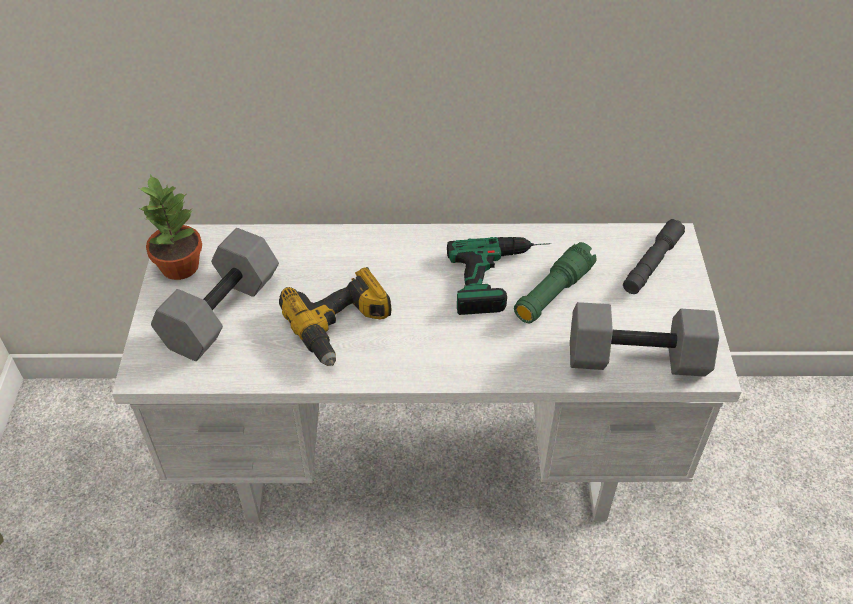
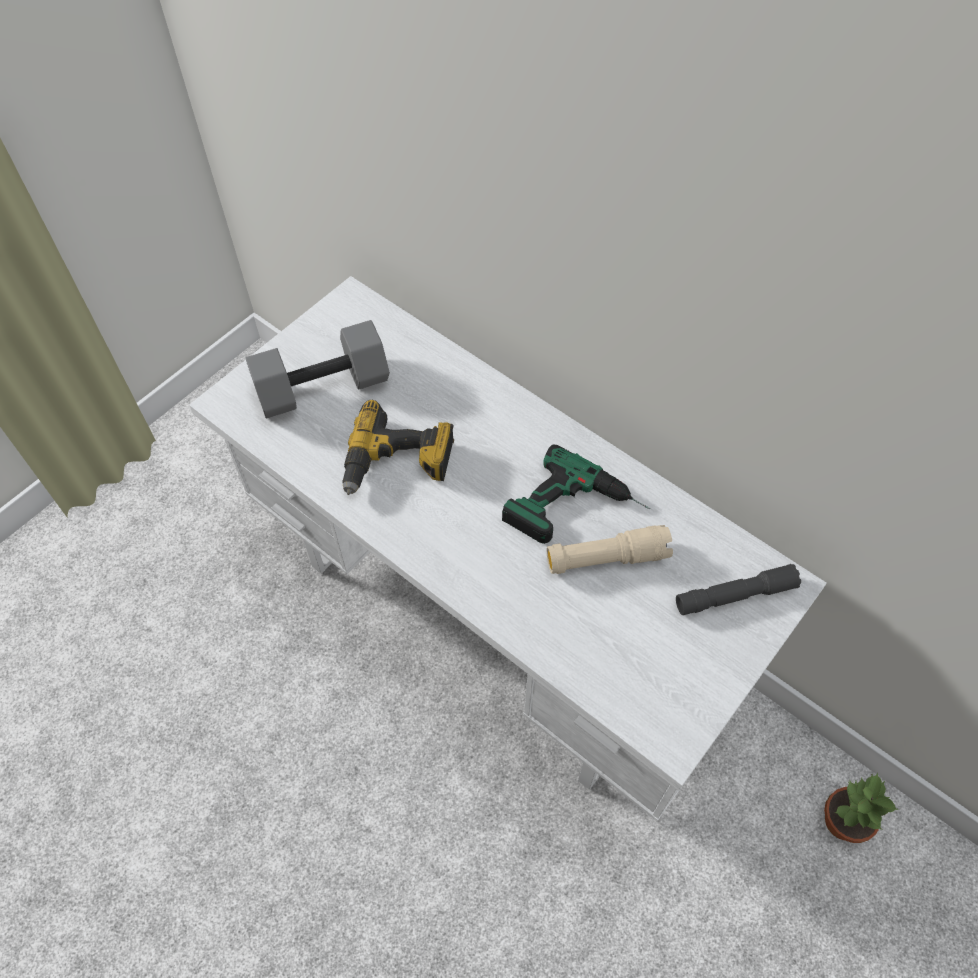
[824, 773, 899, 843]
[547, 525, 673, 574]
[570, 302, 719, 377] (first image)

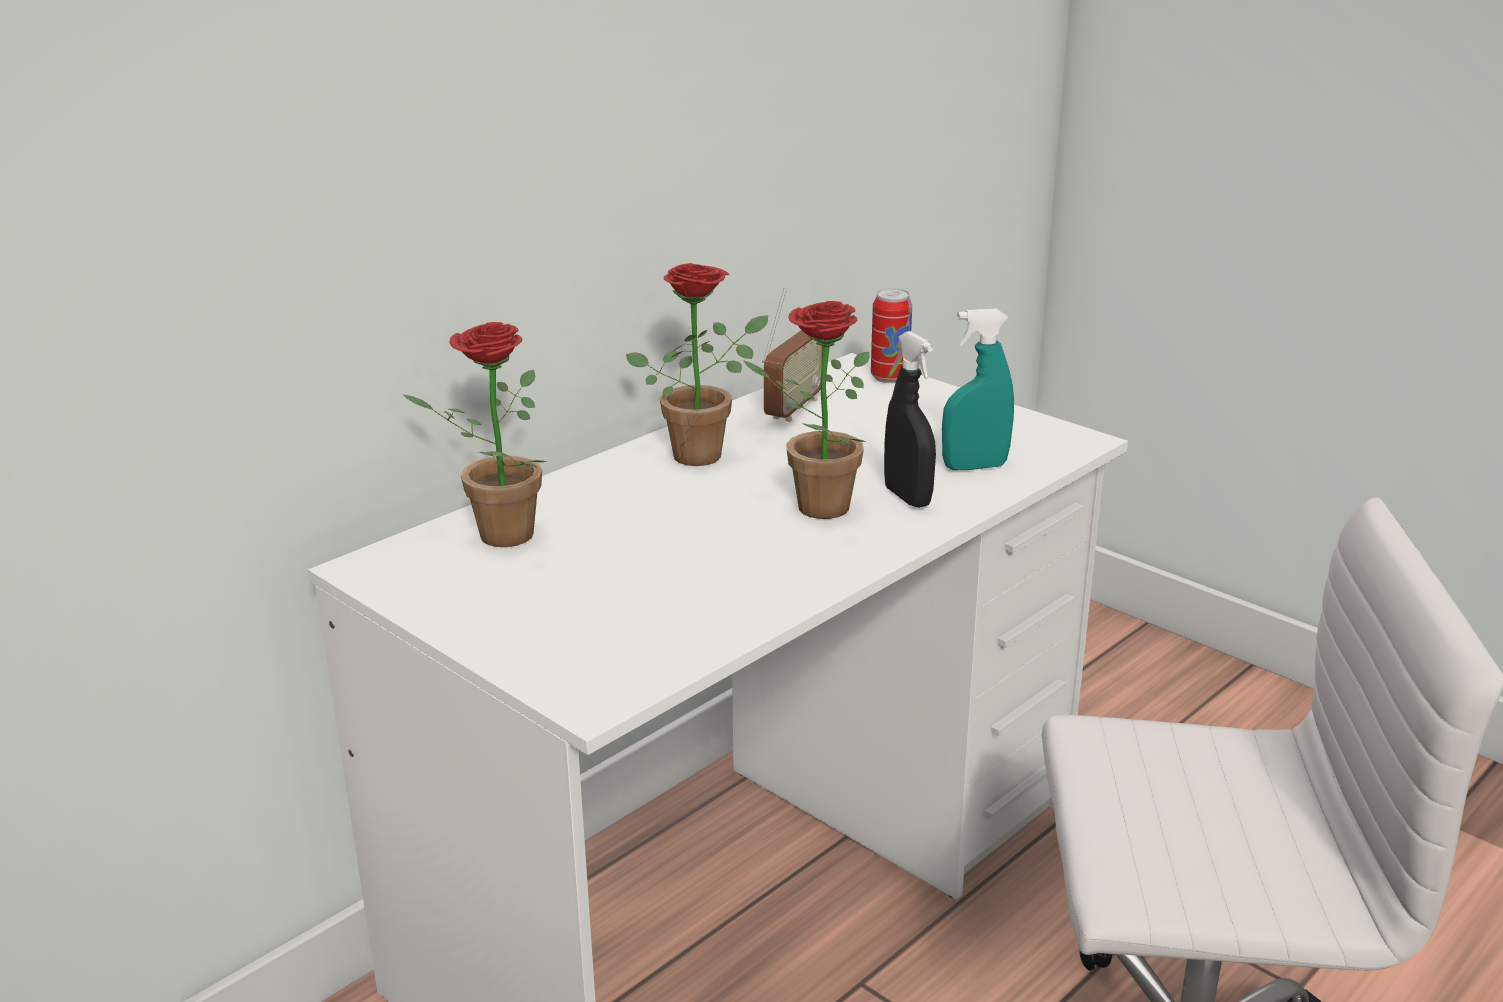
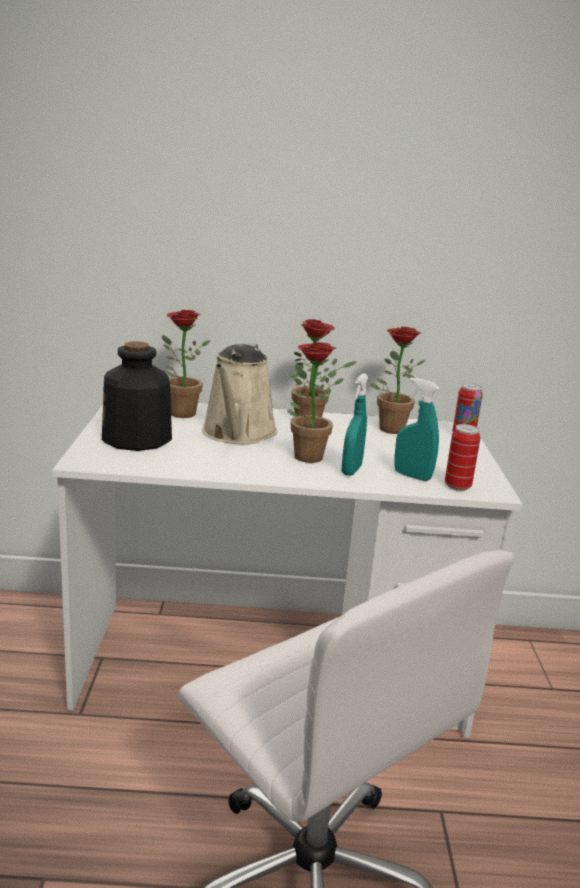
[370, 327, 426, 434]
[342, 373, 368, 476]
[102, 341, 172, 451]
[202, 343, 277, 444]
[445, 424, 480, 491]

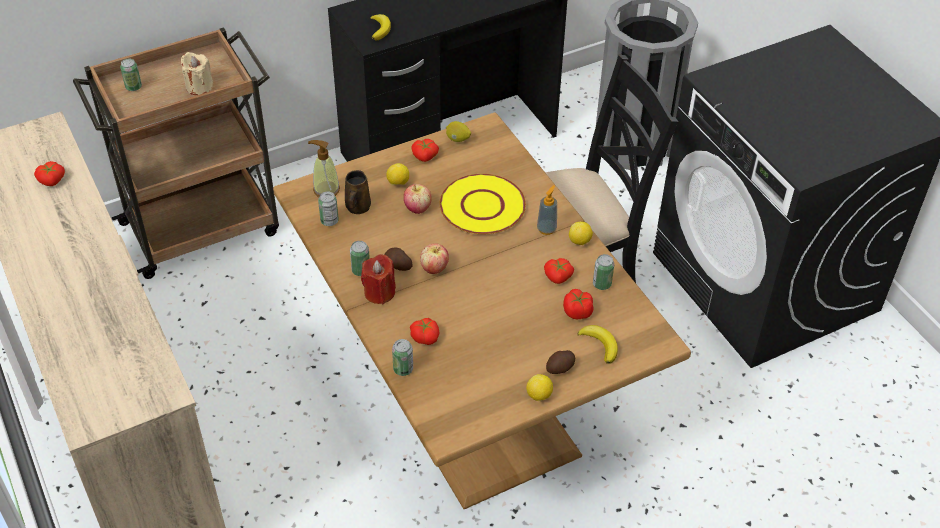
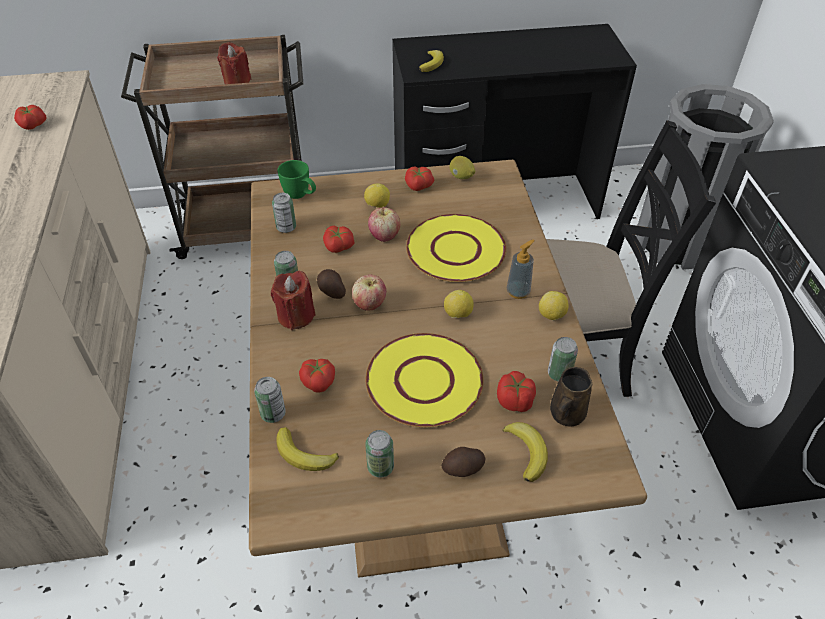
[365, 430, 394, 477]
[217, 42, 251, 84]
[277, 160, 316, 199]
[550, 367, 592, 426]
[444, 290, 474, 318]
[323, 225, 355, 253]
[276, 427, 339, 471]
[366, 333, 484, 427]

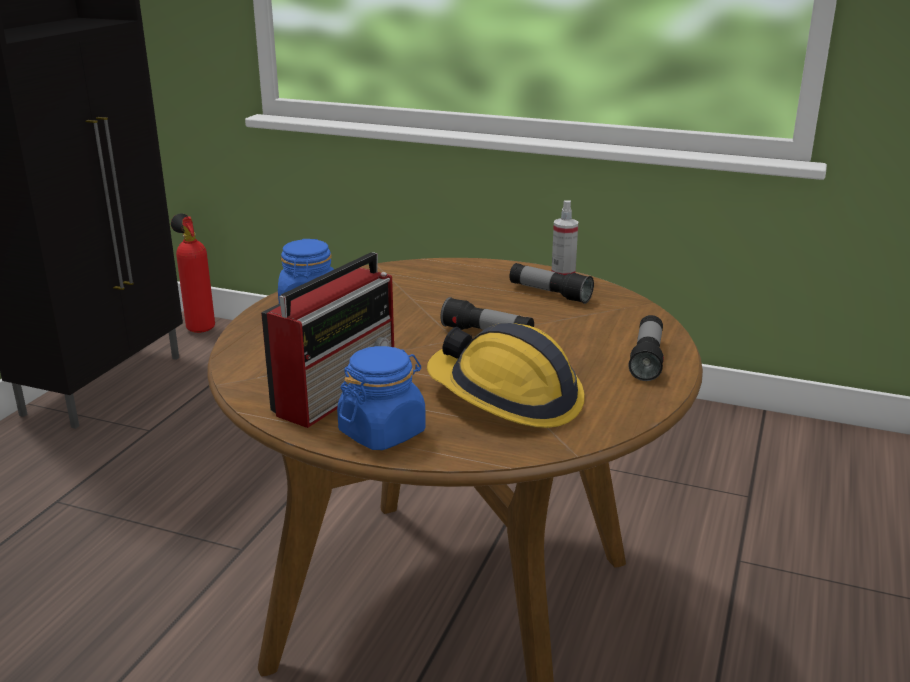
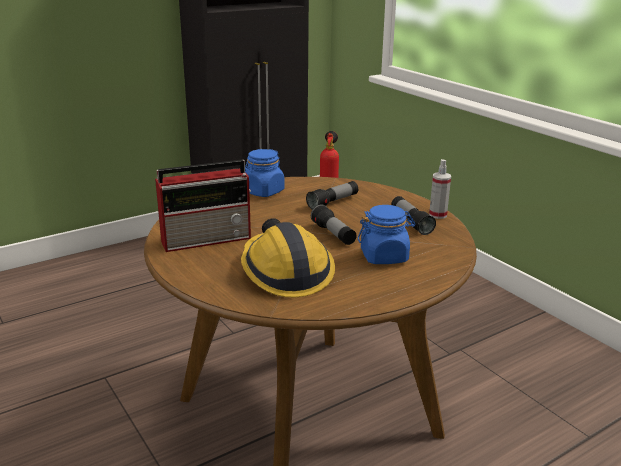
[358, 205, 416, 264]
[306, 181, 358, 210]

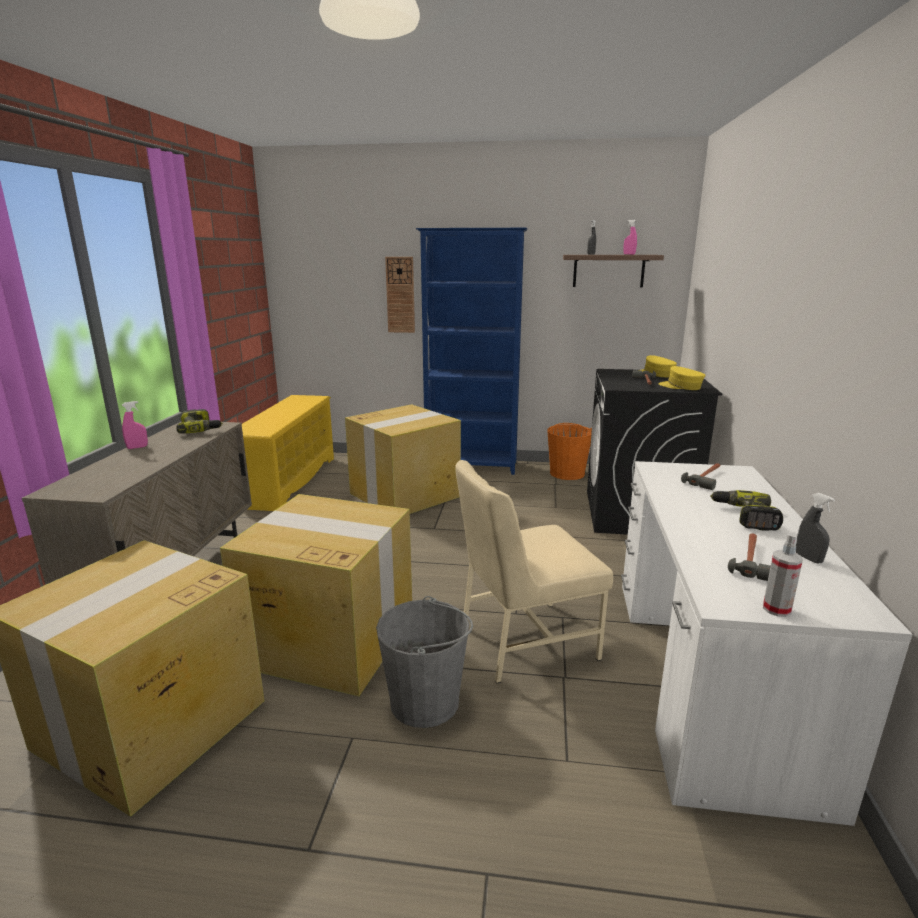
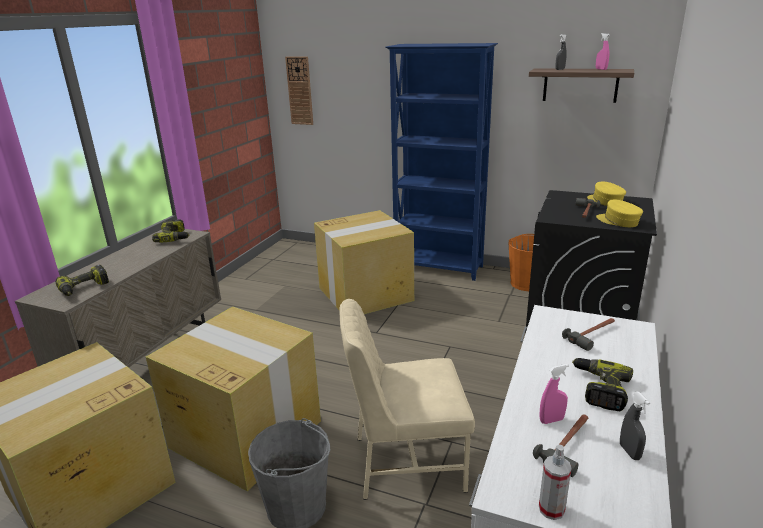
[540, 364, 569, 424]
[242, 395, 334, 511] (first image)
[285, 56, 313, 125]
[55, 265, 109, 296]

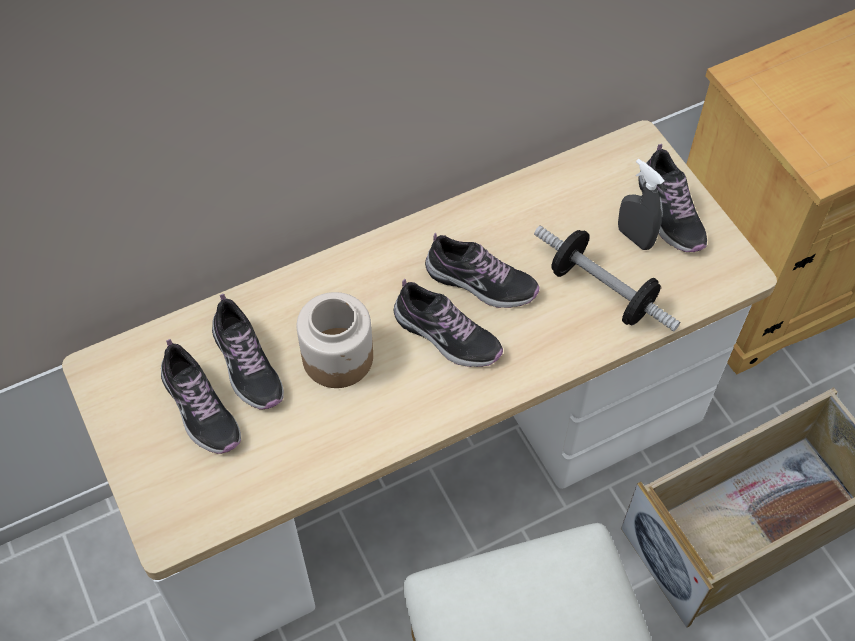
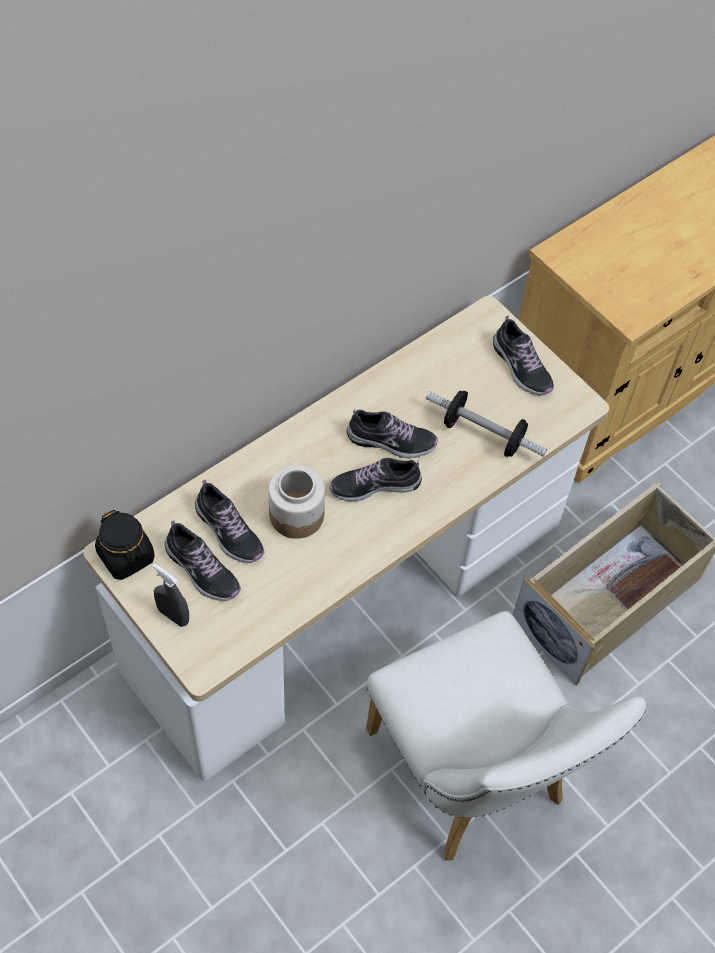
[329, 458, 422, 501]
[152, 564, 189, 627]
[95, 510, 155, 580]

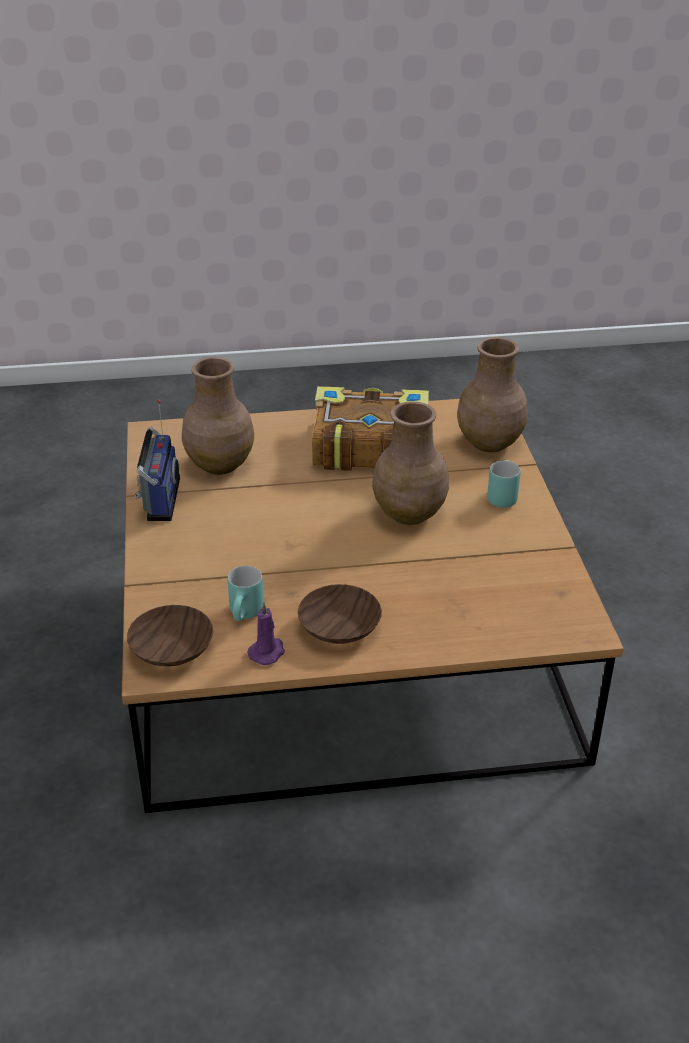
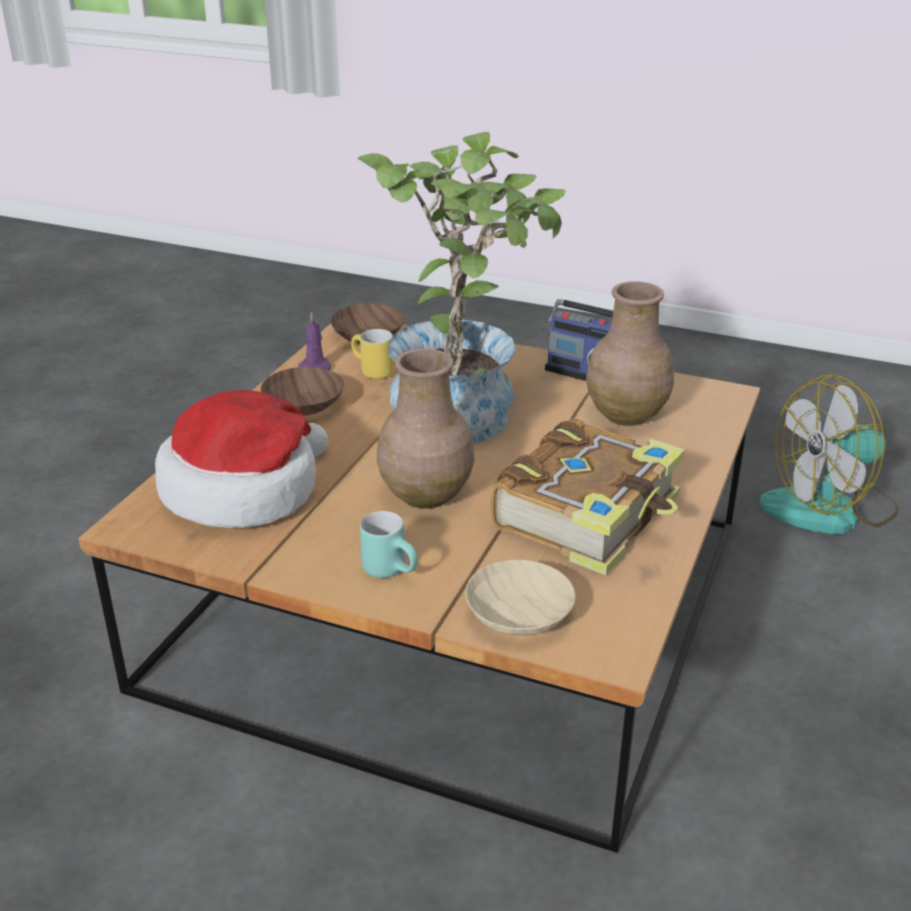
[351, 329, 394, 379]
[465, 560, 575, 636]
[155, 390, 328, 528]
[358, 132, 566, 444]
[759, 375, 899, 534]

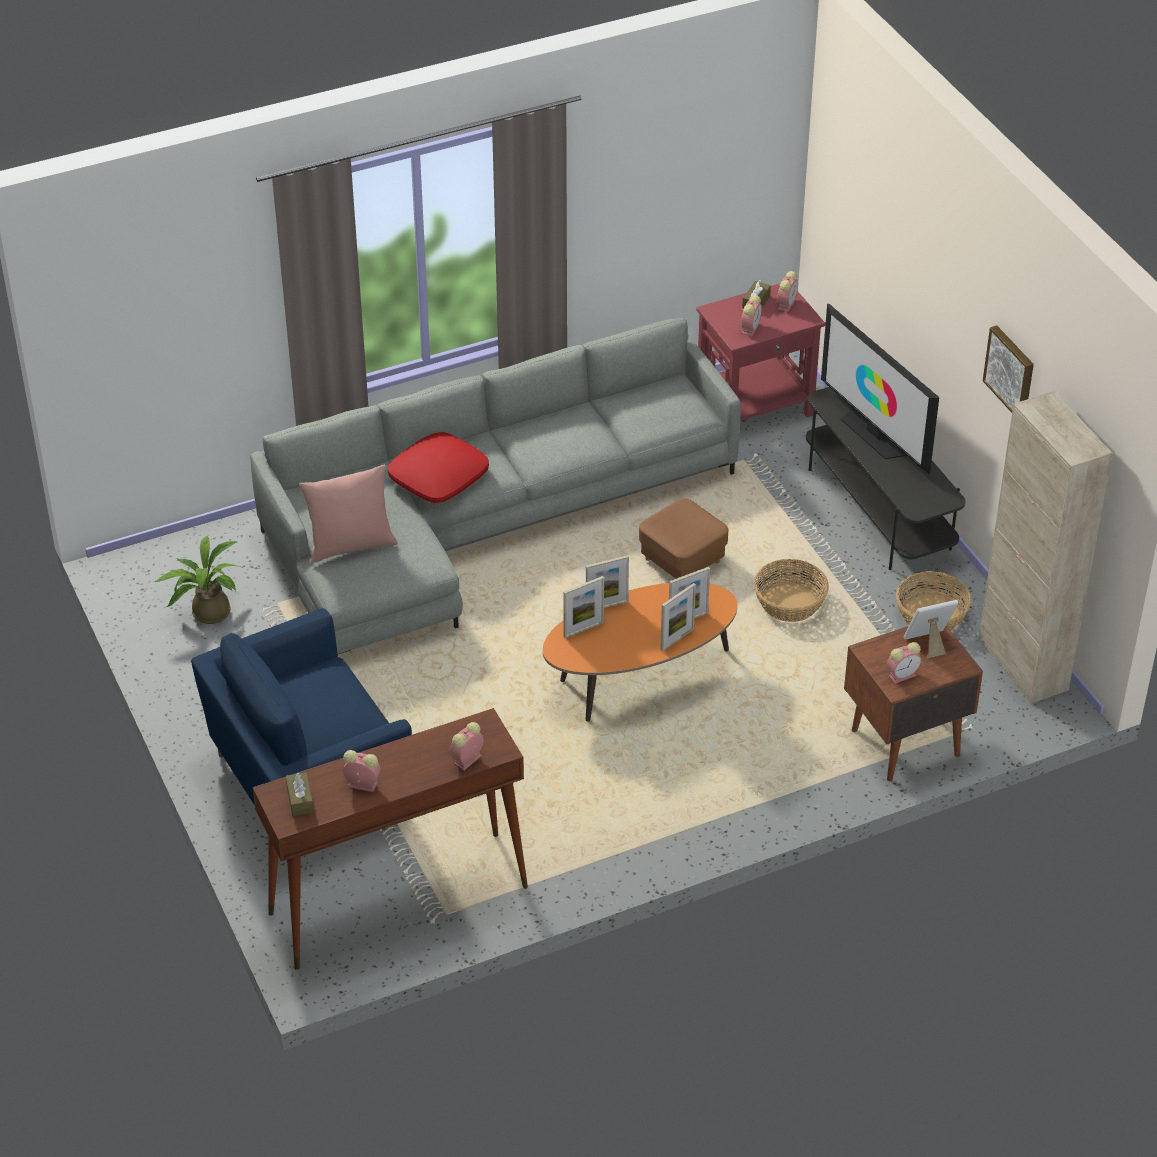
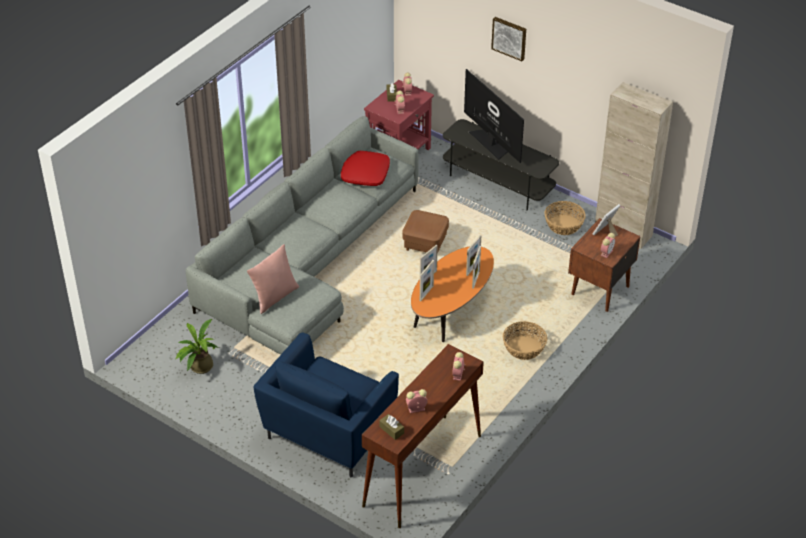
[341, 151, 390, 186]
[503, 321, 547, 360]
[464, 69, 524, 163]
[491, 17, 526, 61]

